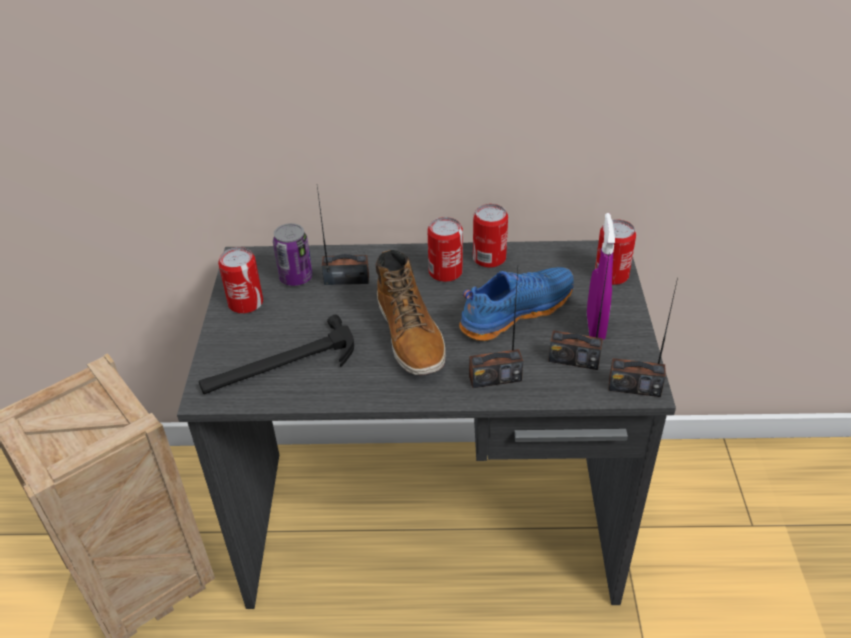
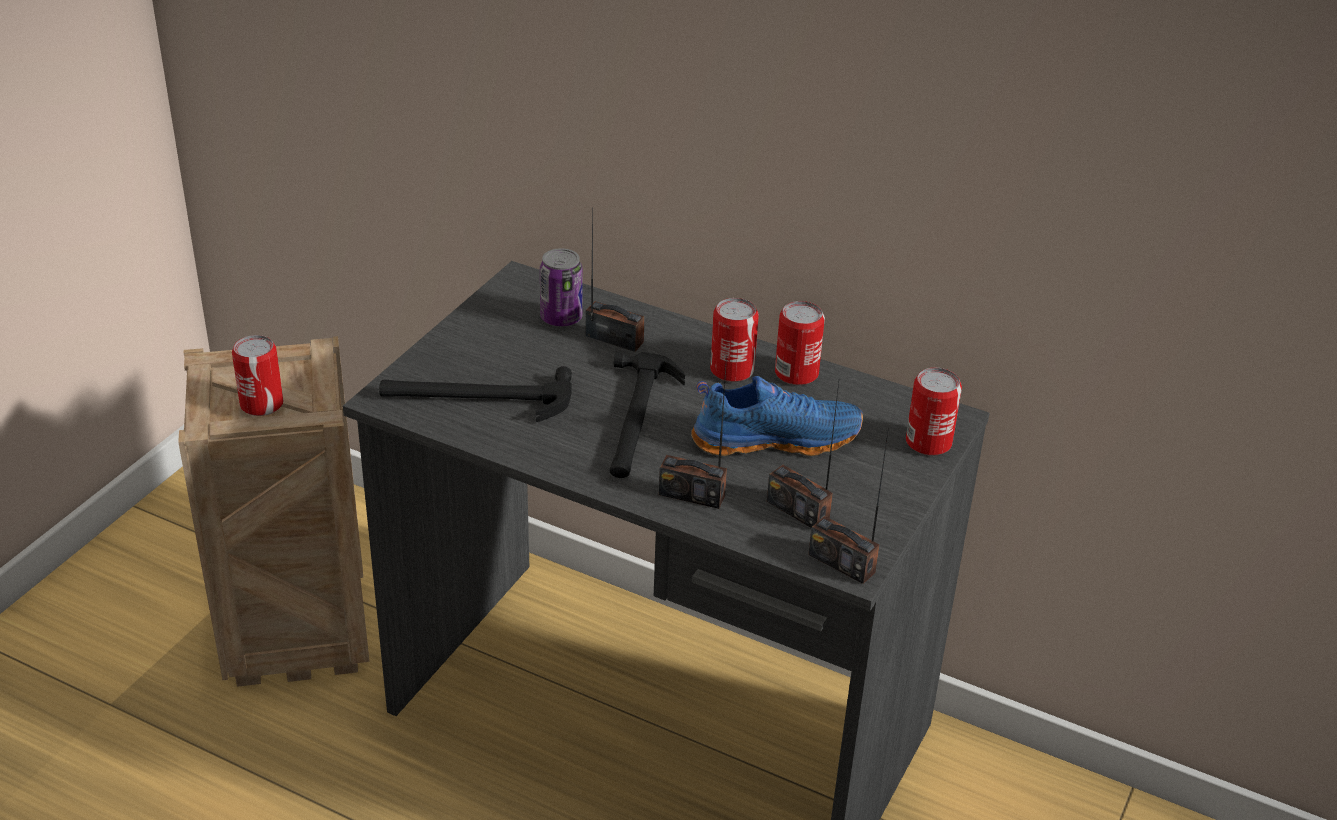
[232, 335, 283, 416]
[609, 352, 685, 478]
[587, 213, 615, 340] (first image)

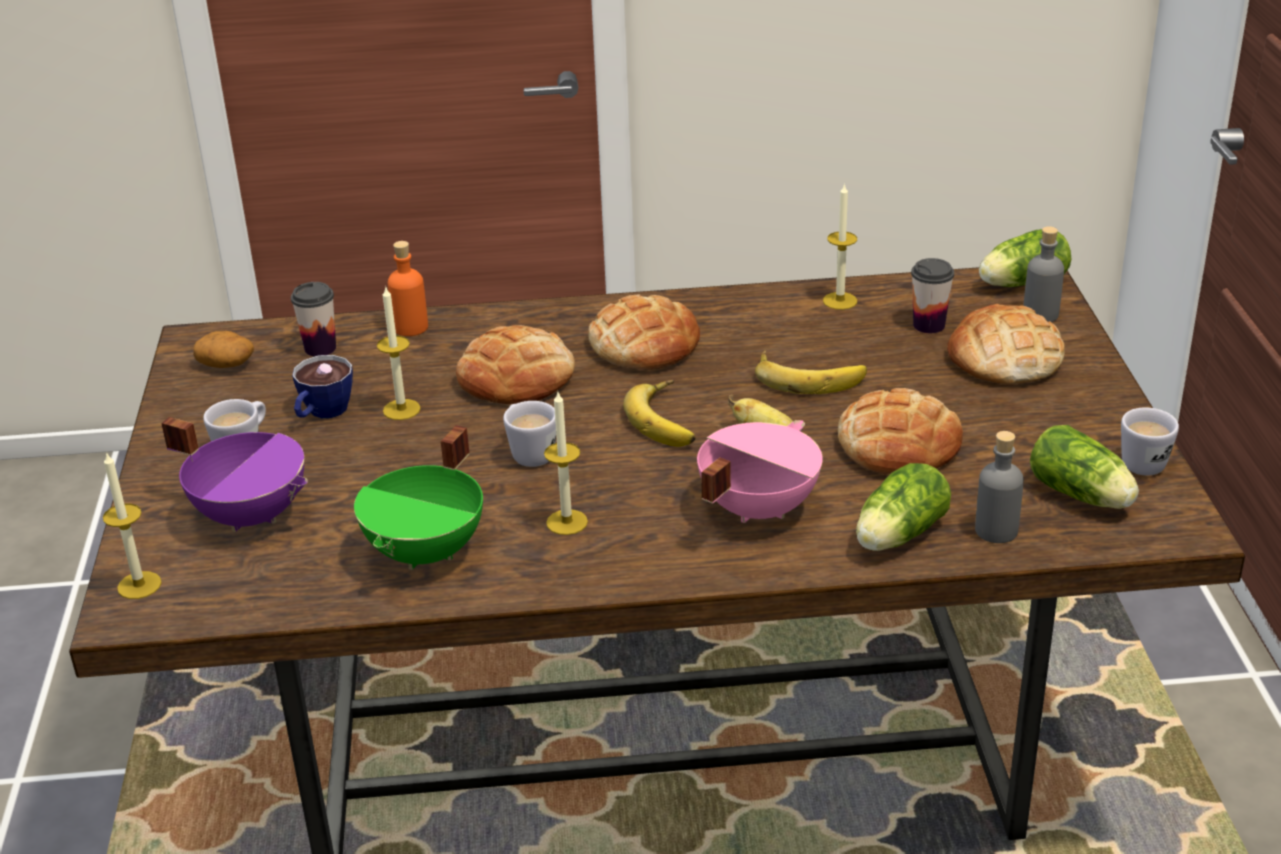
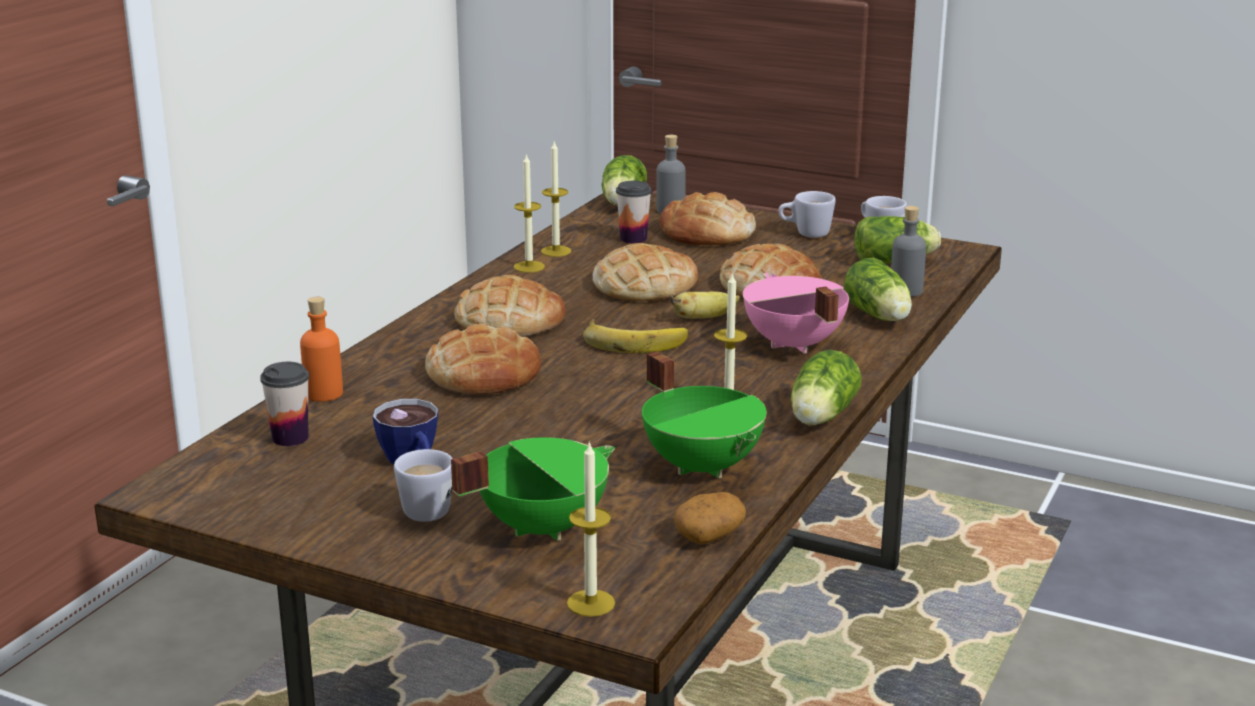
[451, 437, 615, 541]
[673, 492, 746, 544]
[514, 153, 545, 273]
[779, 191, 836, 238]
[592, 243, 698, 301]
[791, 350, 862, 425]

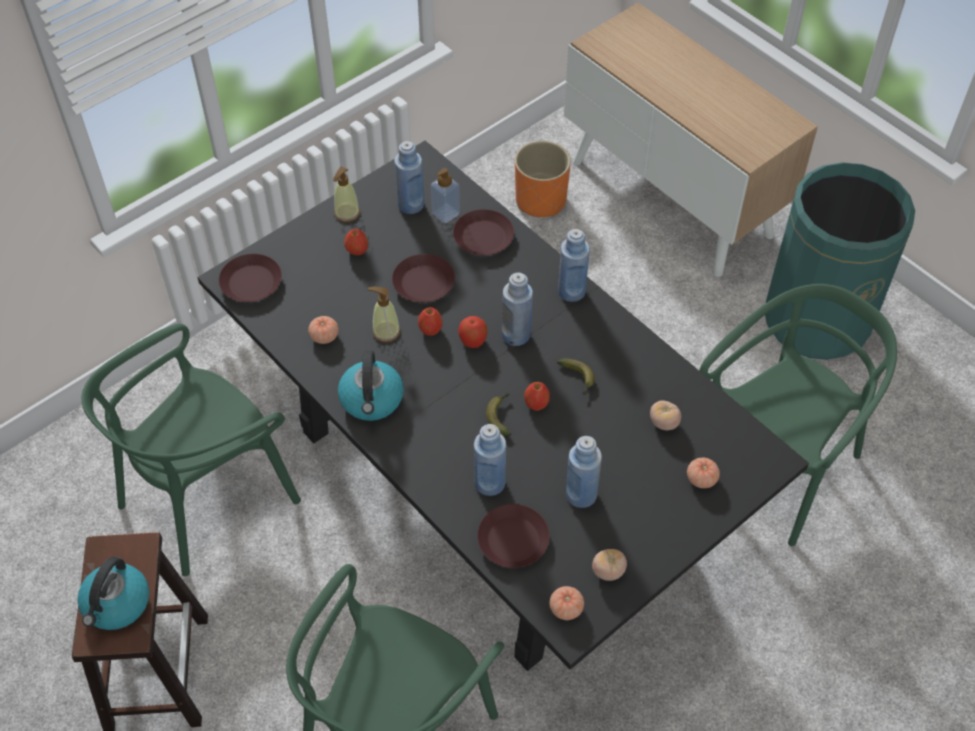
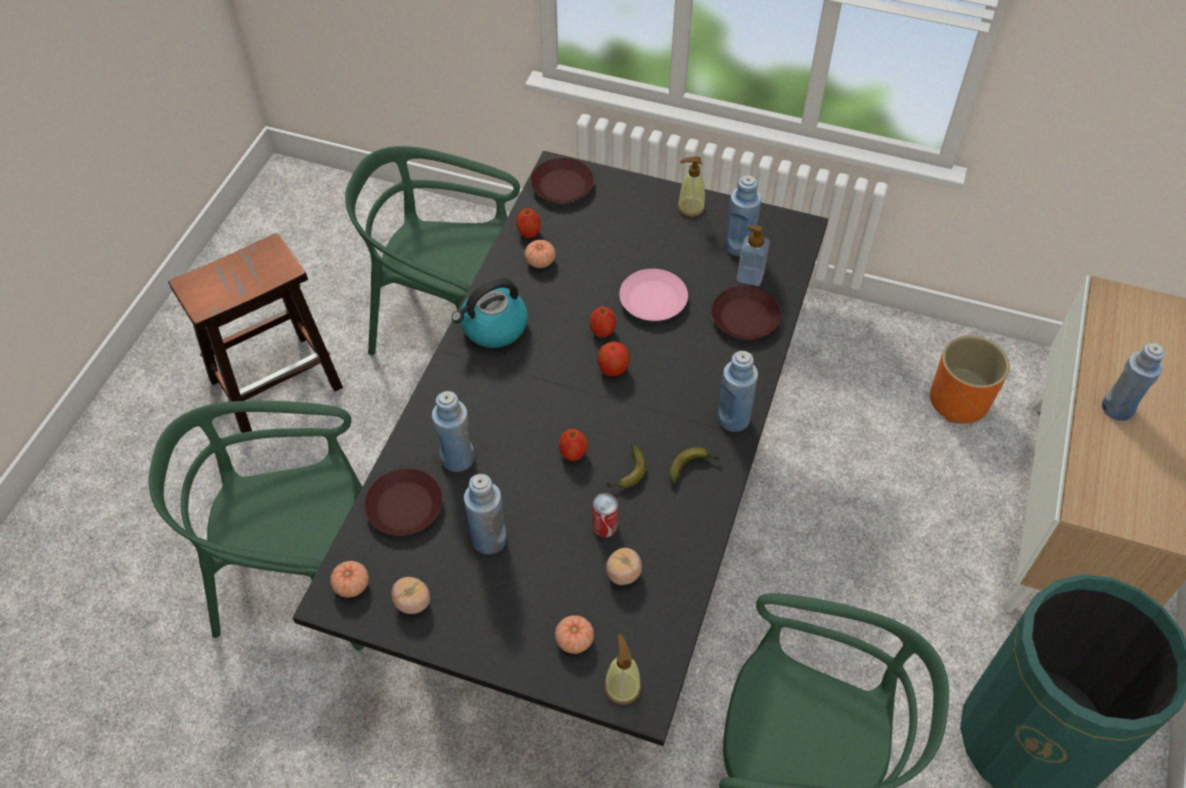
[78, 557, 149, 630] (first image)
[516, 208, 541, 238]
[604, 634, 641, 705]
[619, 269, 688, 321]
[669, 447, 719, 485]
[1102, 343, 1165, 421]
[592, 493, 618, 537]

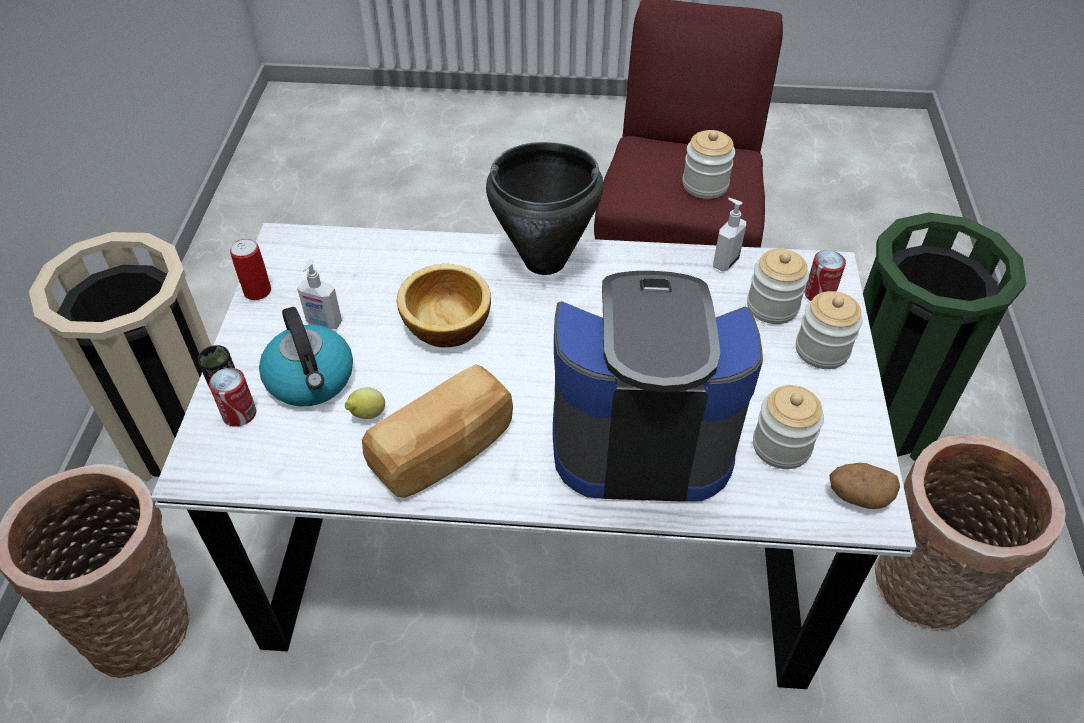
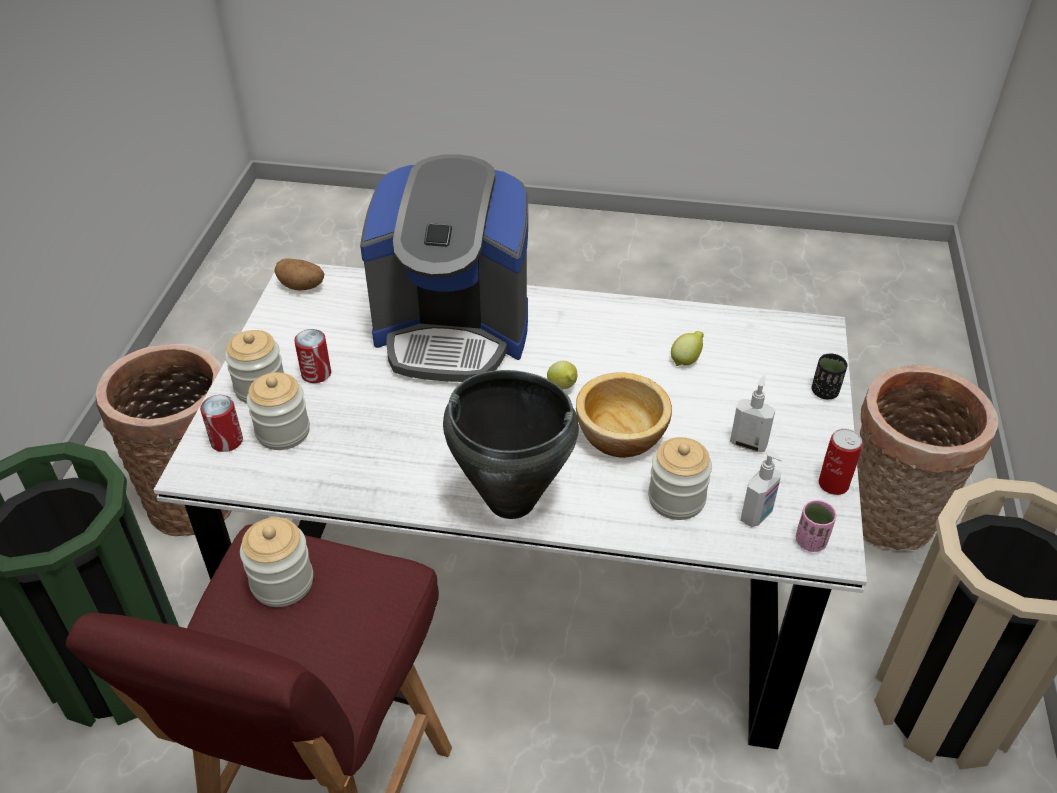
[294, 329, 331, 383]
[259, 307, 353, 406] (first image)
[362, 365, 513, 498] (first image)
[741, 450, 782, 527]
[648, 437, 712, 520]
[547, 361, 577, 389]
[796, 500, 837, 552]

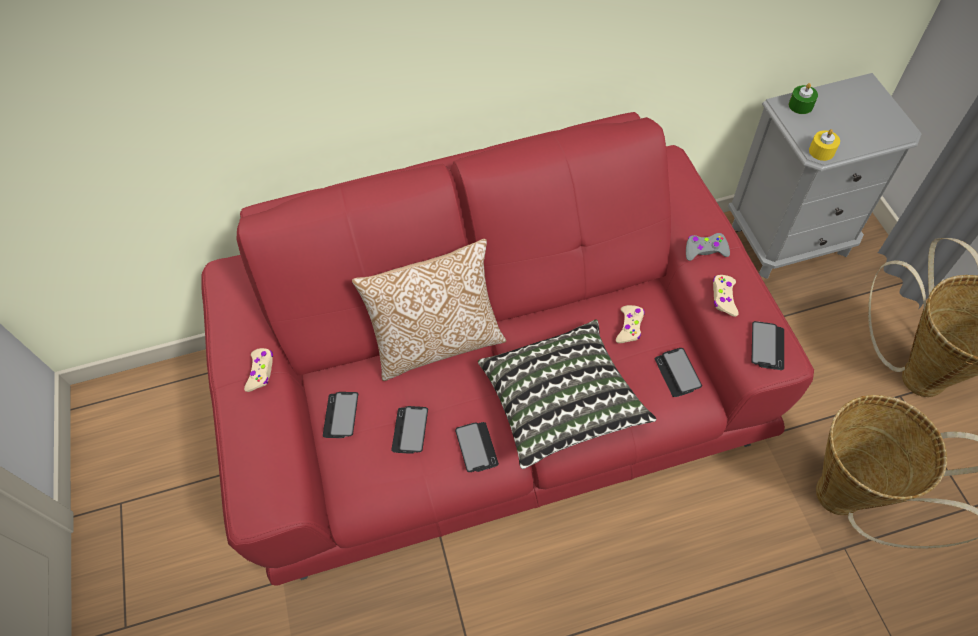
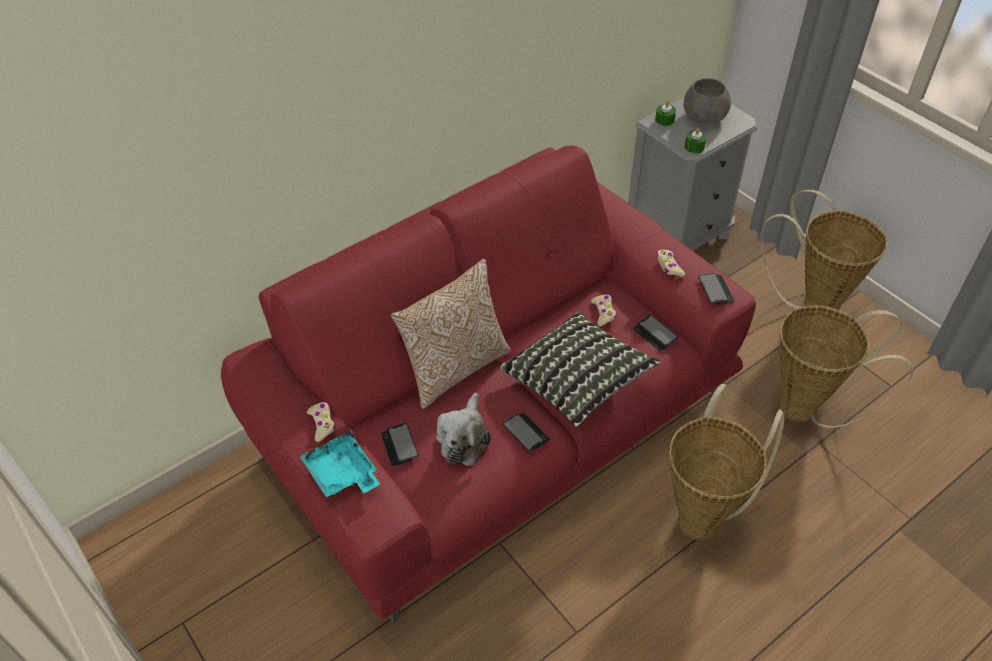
[436, 393, 491, 466]
[686, 233, 730, 261] (first image)
[685, 128, 707, 153]
[300, 428, 380, 498]
[669, 384, 785, 540]
[684, 78, 731, 125]

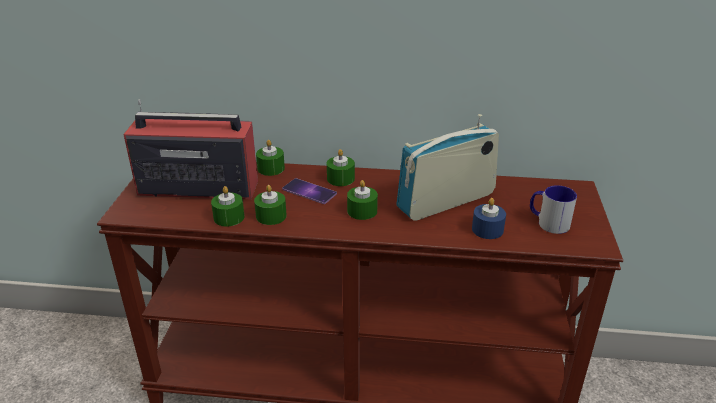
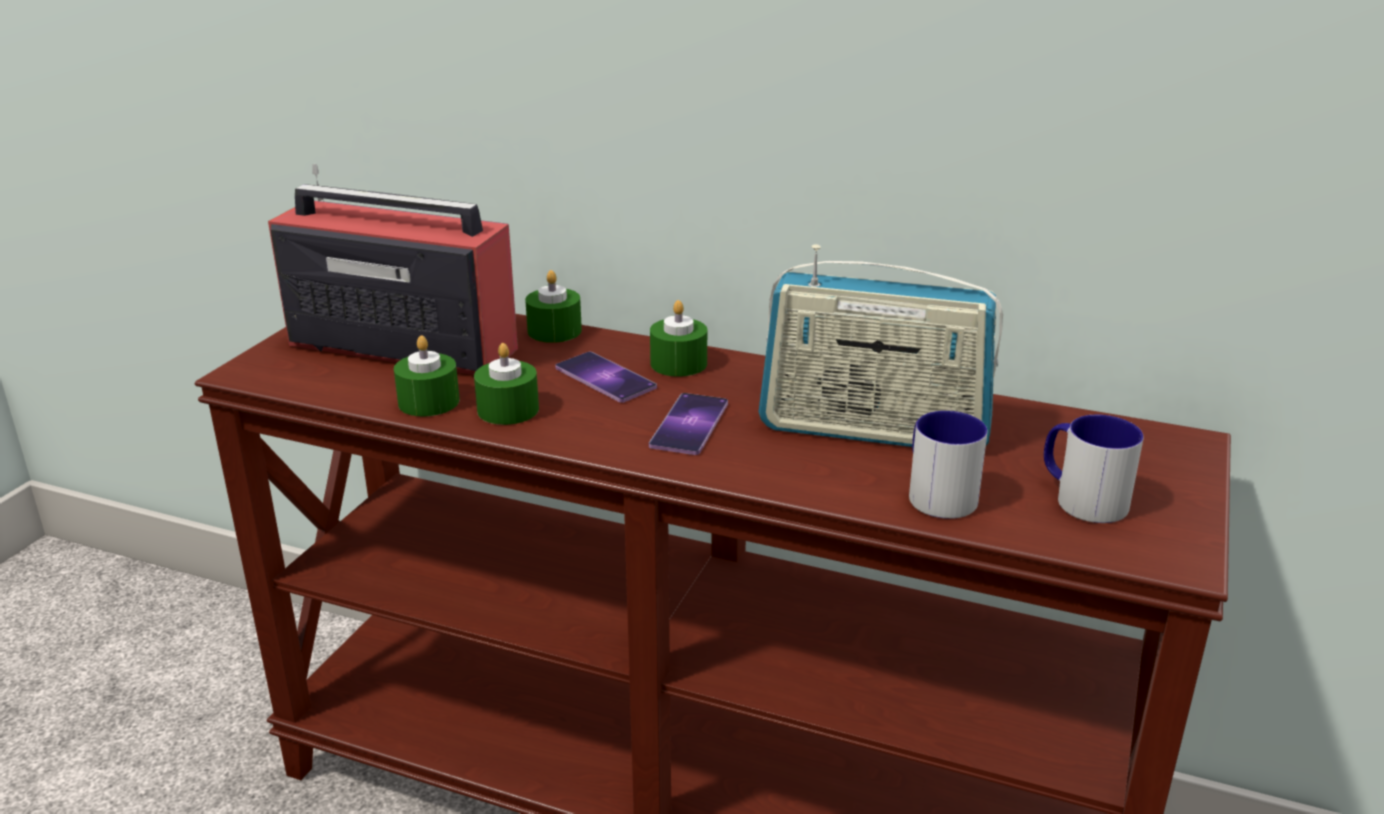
[649, 393, 728, 455]
[759, 244, 1003, 447]
[909, 411, 987, 519]

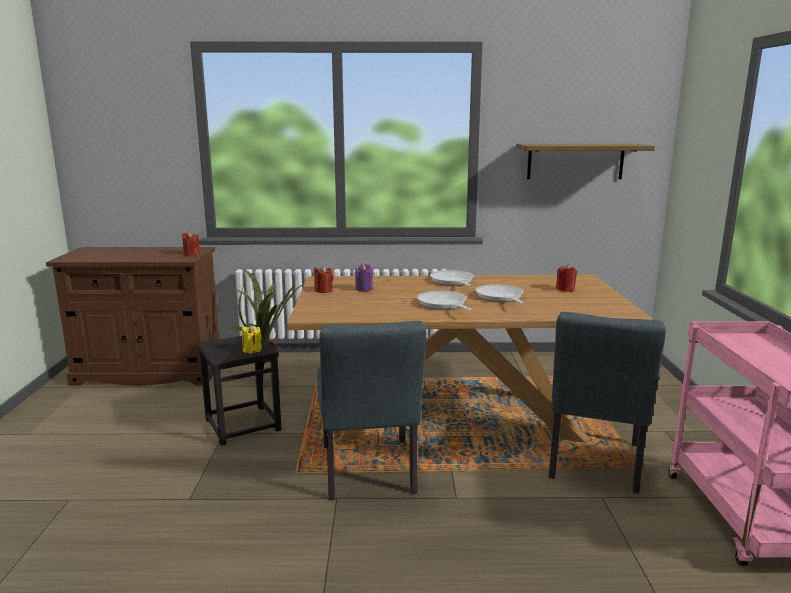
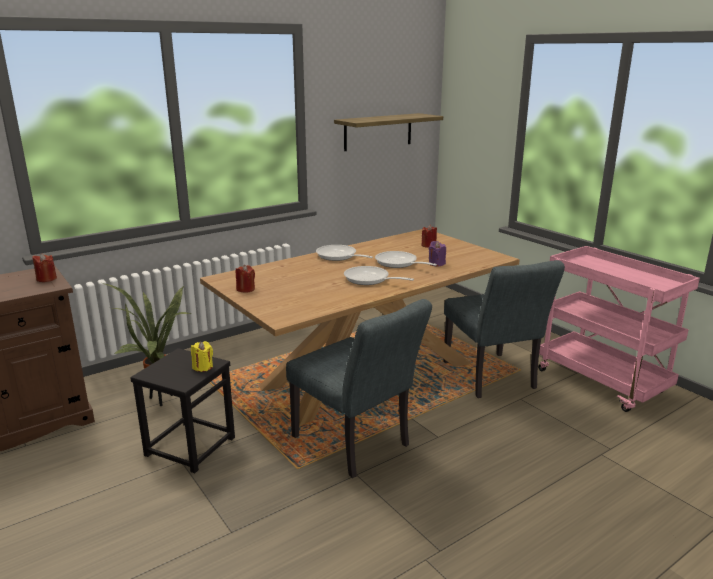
[429, 241, 446, 267]

